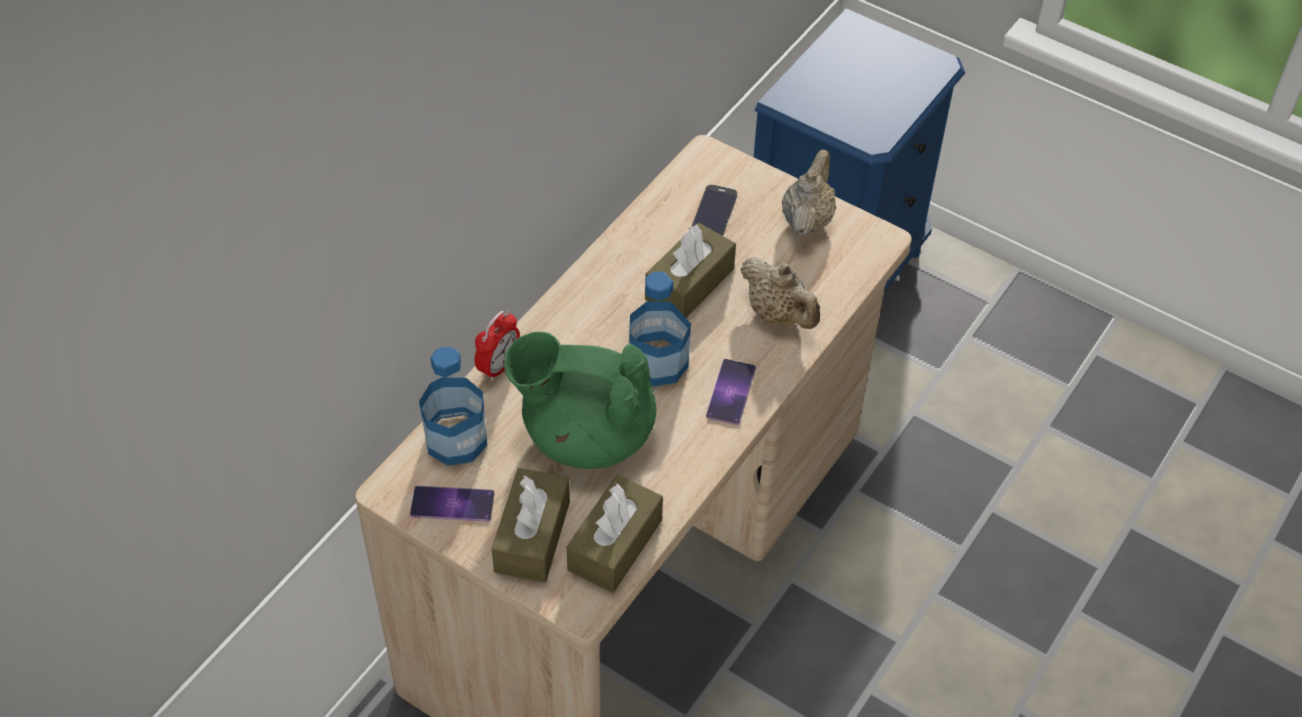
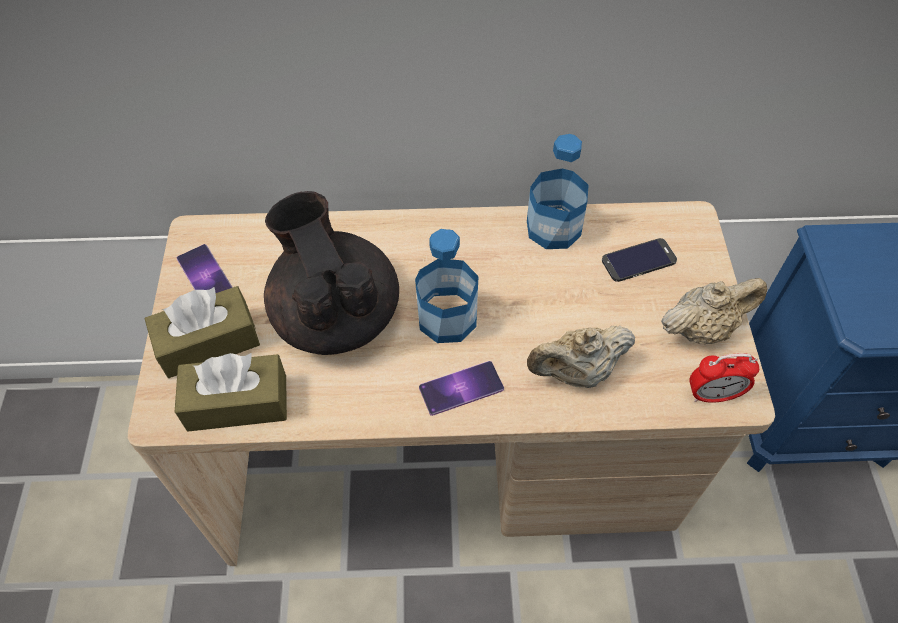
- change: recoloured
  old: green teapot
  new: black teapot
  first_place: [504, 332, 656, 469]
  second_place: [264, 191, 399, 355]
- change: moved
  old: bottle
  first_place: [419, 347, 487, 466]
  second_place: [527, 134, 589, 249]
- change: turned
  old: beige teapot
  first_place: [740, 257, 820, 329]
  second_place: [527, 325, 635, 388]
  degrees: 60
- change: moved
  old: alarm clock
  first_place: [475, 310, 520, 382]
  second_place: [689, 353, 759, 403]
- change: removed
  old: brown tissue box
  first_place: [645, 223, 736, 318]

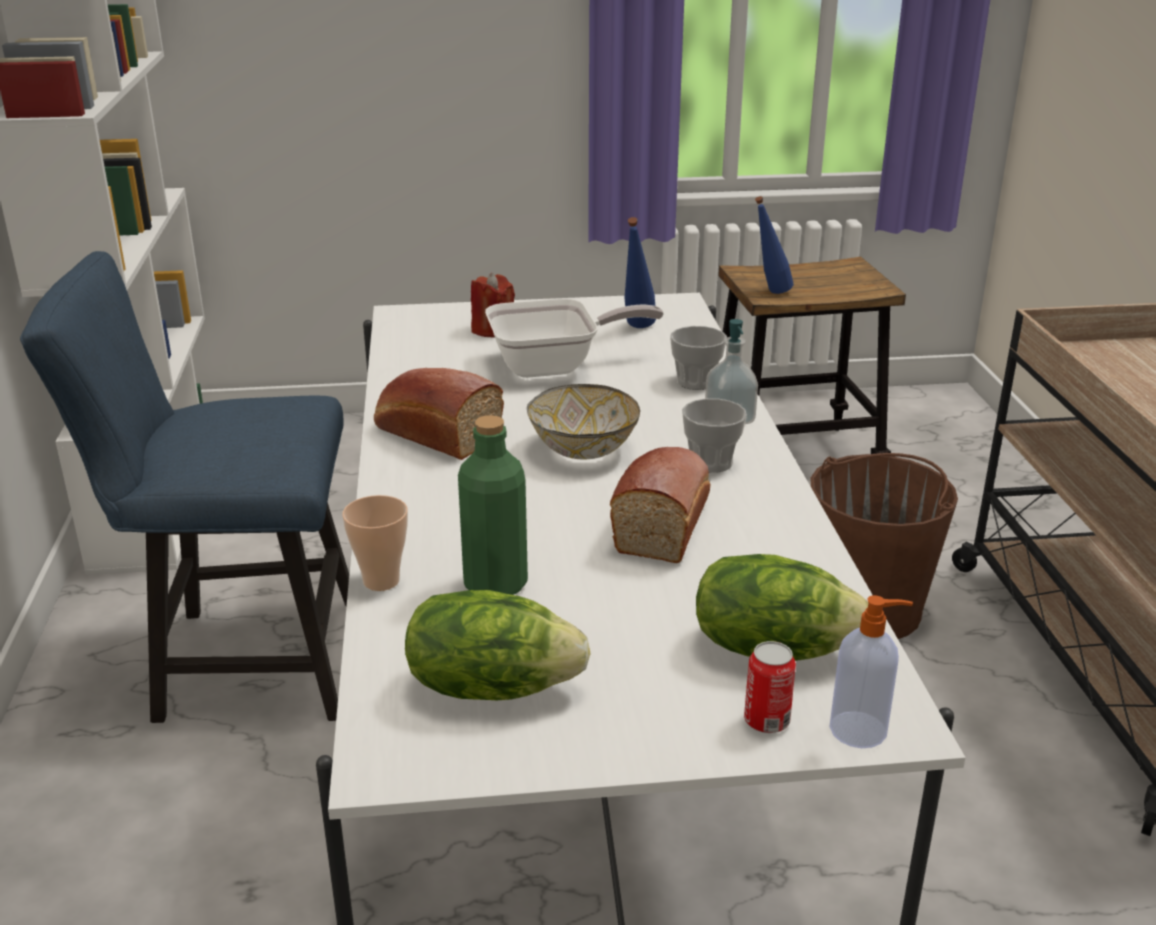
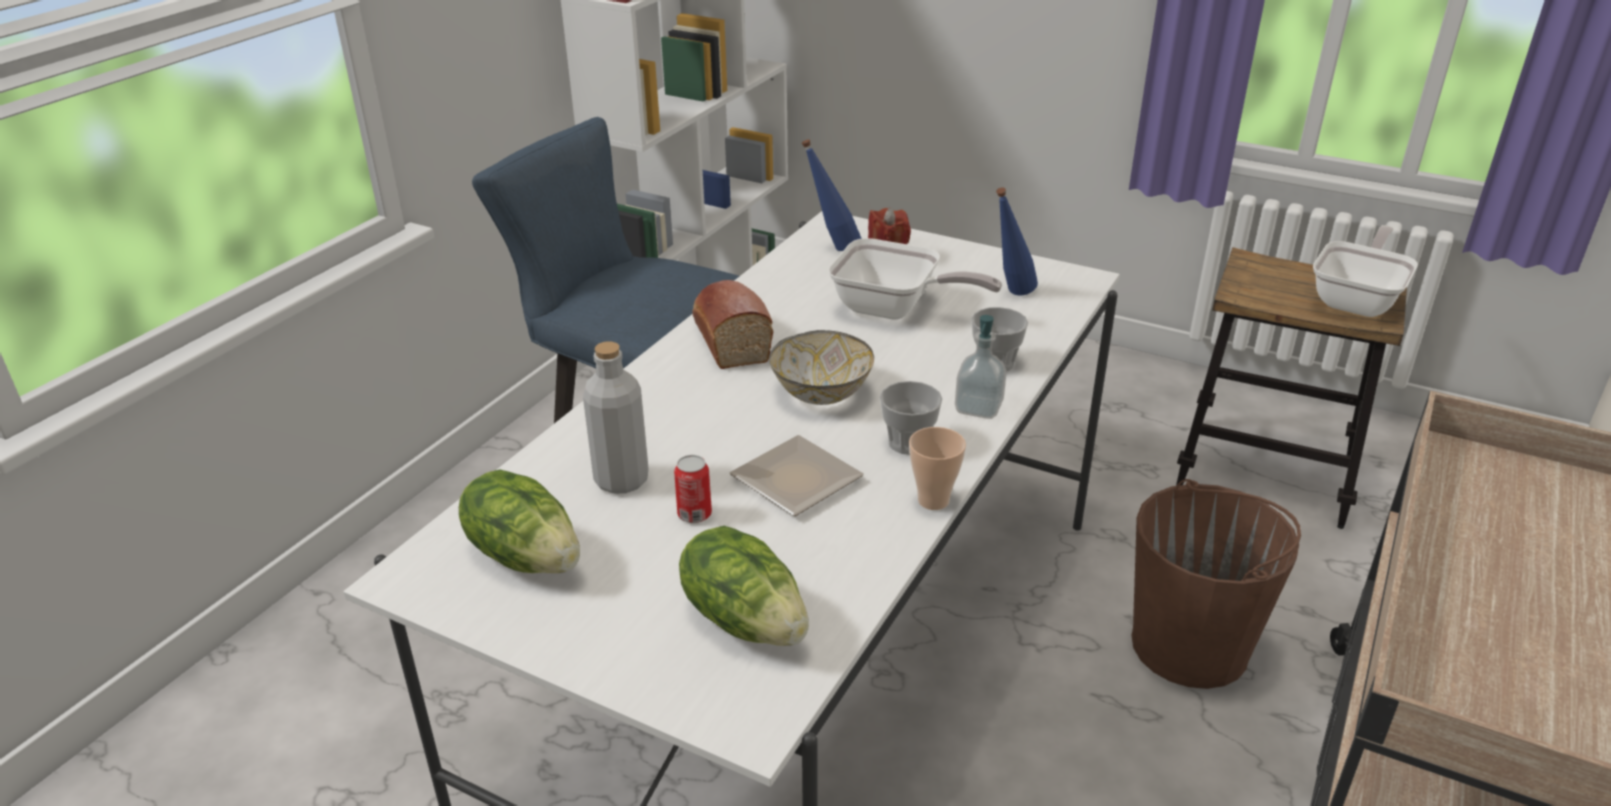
- change: recoloured
  old: green bottle
  new: grey bottle
  first_place: [458, 415, 528, 595]
  second_place: [583, 341, 649, 494]
- change: moved
  old: can
  first_place: [744, 641, 796, 733]
  second_place: [674, 455, 712, 523]
- change: replaced
  old: bread
  new: plate
  first_place: [610, 447, 710, 563]
  second_place: [730, 435, 864, 516]
- change: moved
  old: blue bottle
  first_place: [755, 196, 793, 294]
  second_place: [802, 139, 862, 251]
- change: moved
  old: cup
  first_place: [342, 495, 408, 591]
  second_place: [909, 427, 966, 510]
- change: added
  new: frying pan
  second_place: [1313, 225, 1418, 317]
- change: removed
  old: soap dispenser
  first_place: [829, 595, 913, 748]

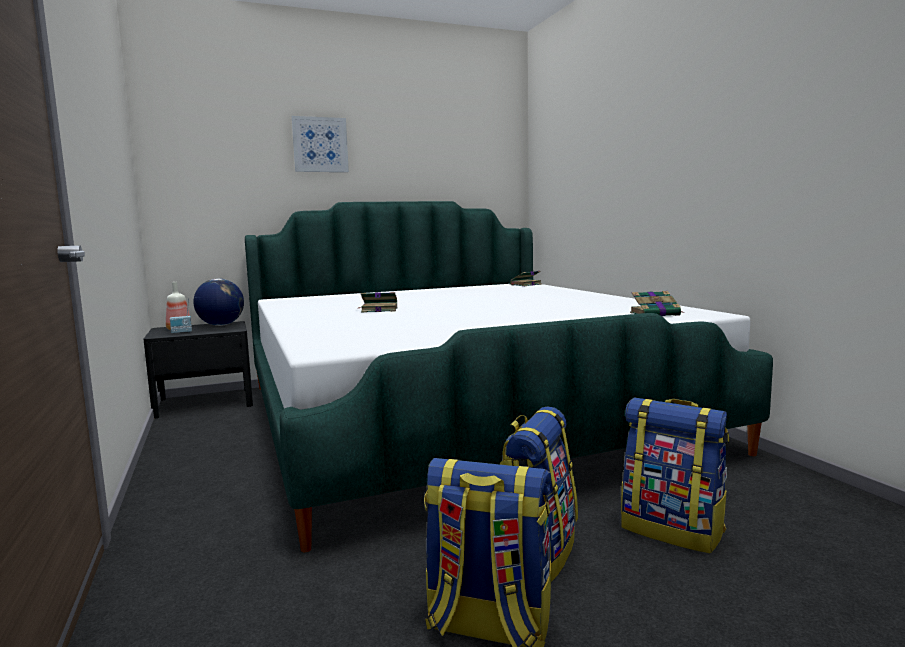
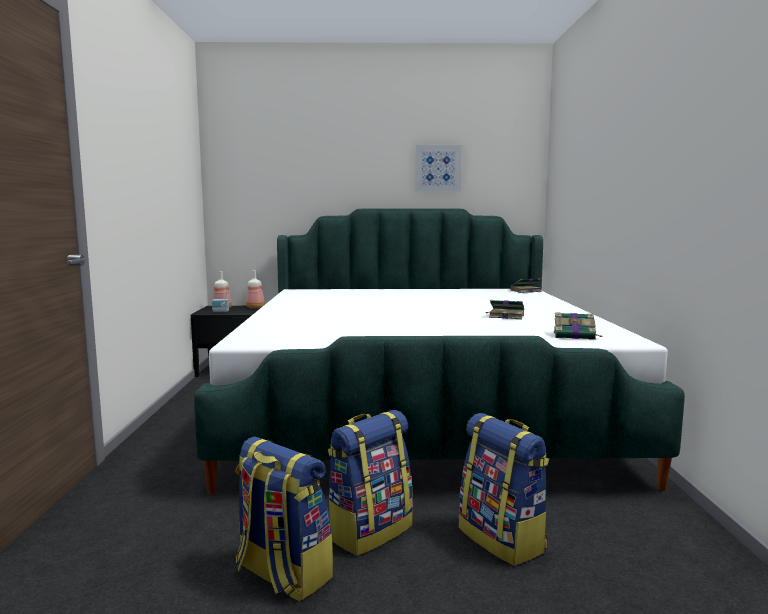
- change: replaced
  old: globe
  new: bottle
  first_place: [193, 278, 244, 326]
  second_place: [246, 270, 265, 309]
- change: moved
  old: picture
  first_place: [292, 116, 349, 172]
  second_place: [415, 145, 462, 192]
- change: moved
  old: book
  first_place: [358, 292, 398, 312]
  second_place: [487, 300, 524, 320]

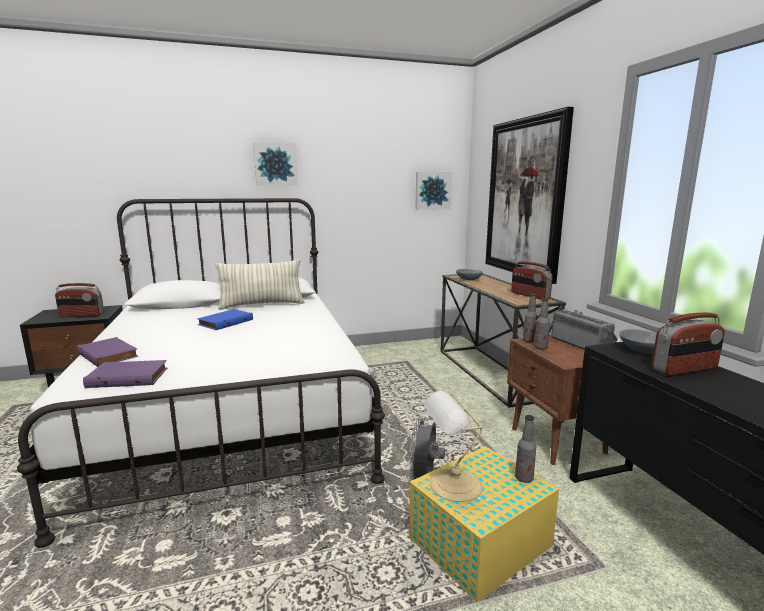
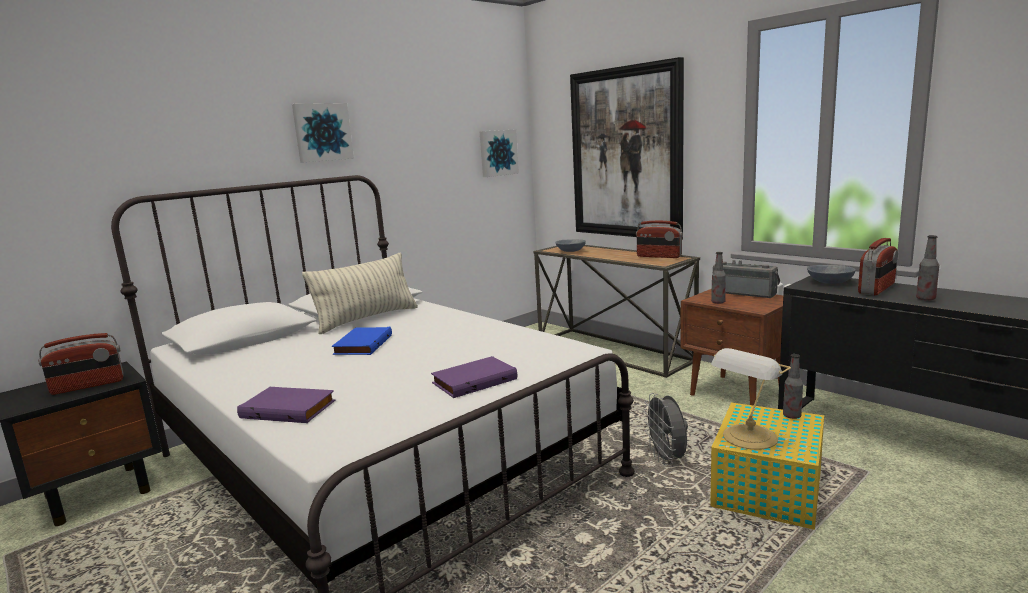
- change: moved
  old: purple book
  first_place: [83, 360, 167, 388]
  second_place: [431, 356, 517, 398]
- change: moved
  old: bottle
  first_place: [523, 294, 538, 342]
  second_place: [916, 235, 939, 301]

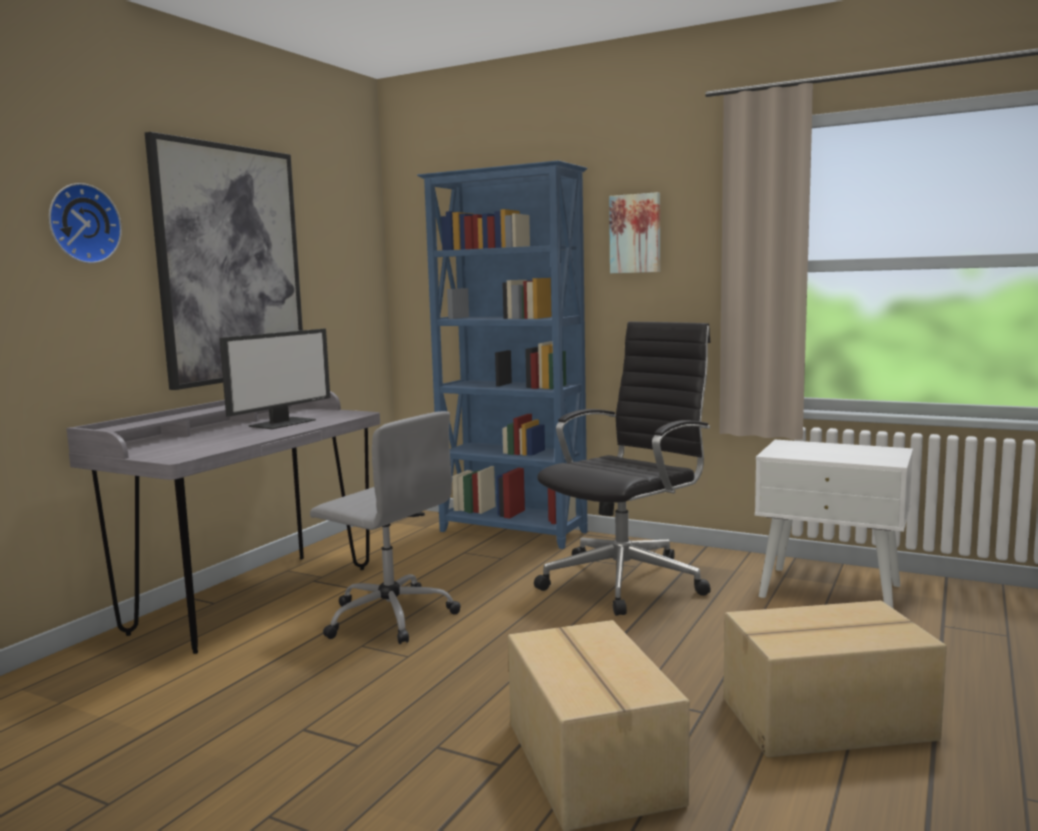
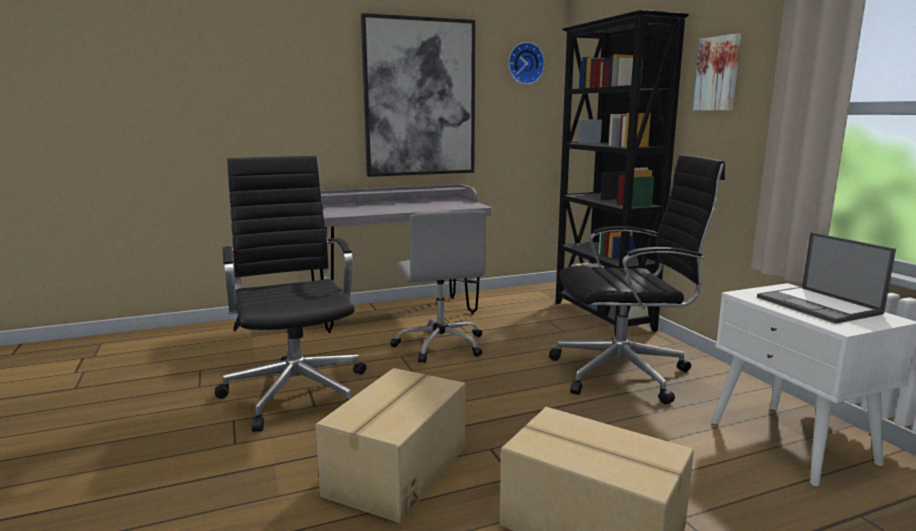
- change: added
  new: black office chair
  second_place: [215, 156, 367, 432]
- change: moved
  old: wall clock
  first_place: [49, 183, 122, 264]
  second_place: [508, 42, 545, 85]
- change: recoloured
  old: blue bookcase
  new: black bookcase
  first_place: [417, 160, 588, 549]
  second_place: [556, 10, 689, 337]
- change: added
  new: laptop
  second_place: [757, 232, 896, 324]
- change: removed
  old: monitor
  first_place: [219, 329, 330, 429]

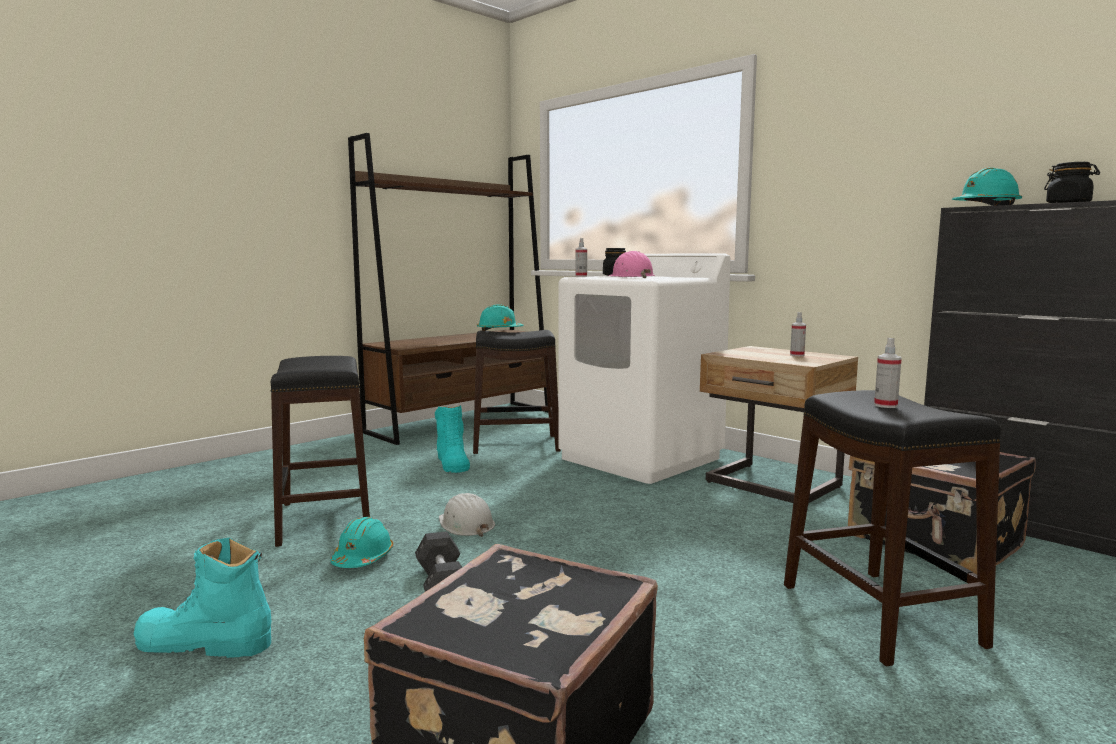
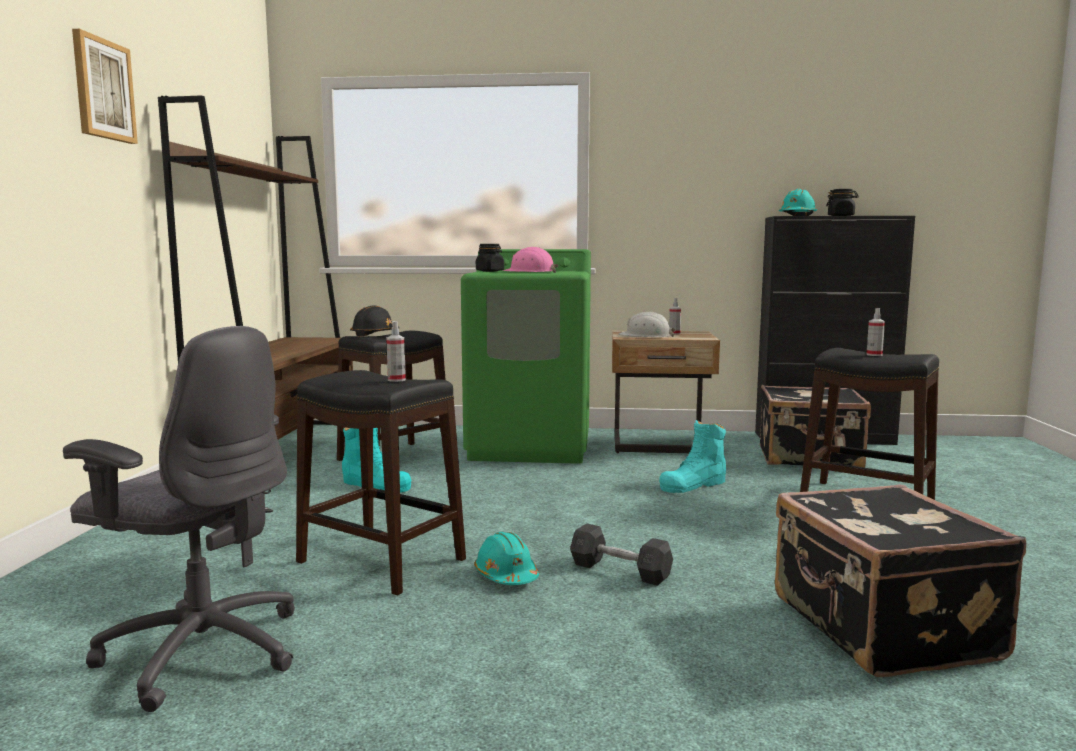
- change: added
  new: grey office chair
  second_place: [63, 326, 295, 712]
- change: added
  new: picture
  second_place: [72, 29, 138, 144]
- change: recoloured
  old: turquoise hard hat
  new: black hard hat
  first_place: [477, 304, 524, 331]
  second_place: [350, 305, 399, 336]
- change: moved
  old: spray bottle
  first_place: [575, 238, 587, 277]
  second_place: [386, 321, 406, 382]
- change: recoloured
  old: white washing machine
  new: green washing machine
  first_place: [558, 253, 731, 484]
  second_place: [461, 249, 591, 464]
- change: moved
  old: white hard hat
  first_place: [439, 493, 495, 537]
  second_place: [618, 312, 675, 337]
- change: moved
  old: turquoise boot
  first_place: [134, 538, 271, 658]
  second_place: [659, 420, 726, 493]

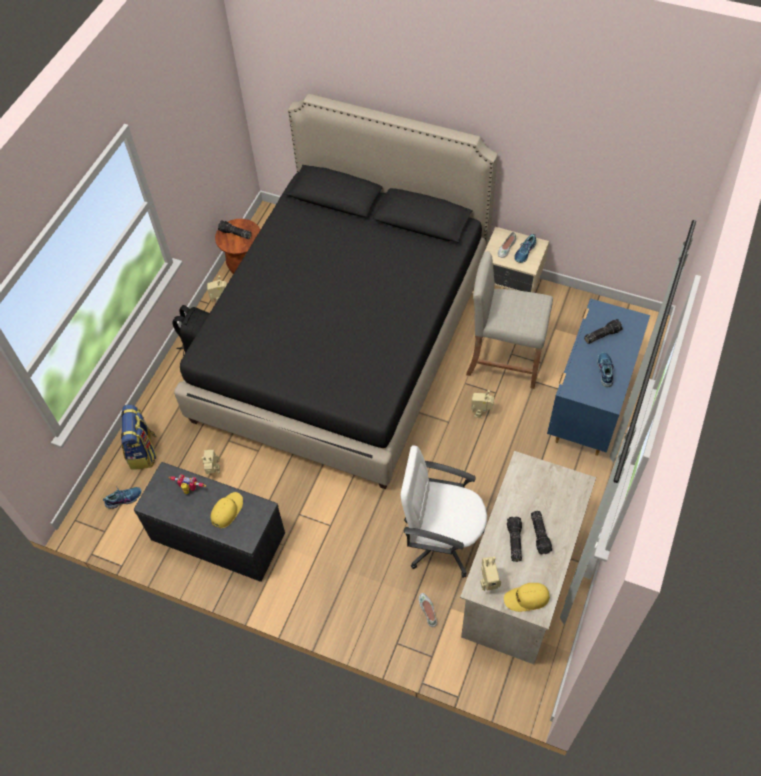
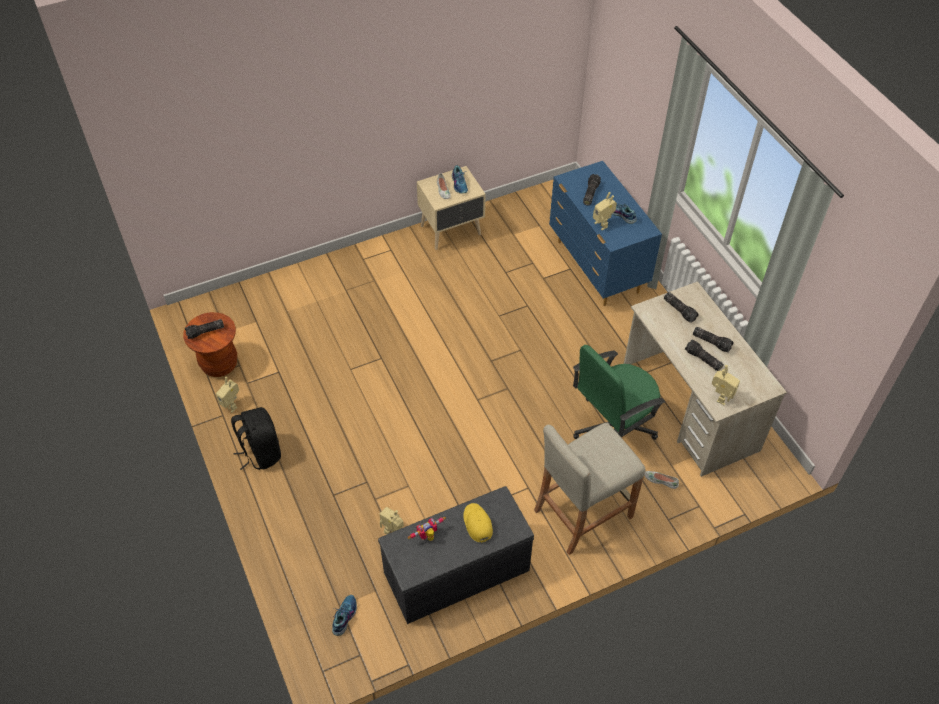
- change: moved
  old: beige stool
  first_place: [466, 251, 553, 389]
  second_place: [534, 423, 646, 555]
- change: recoloured
  old: white office chair
  new: green office chair
  first_place: [401, 445, 487, 578]
  second_place: [573, 345, 665, 440]
- change: moved
  old: toy robot
  first_place: [471, 390, 494, 418]
  second_place: [593, 192, 617, 230]
- change: added
  new: flashlight
  second_place: [664, 292, 698, 323]
- change: removed
  old: backpack
  first_place: [121, 404, 157, 470]
- change: removed
  old: black bed
  first_place: [174, 94, 498, 489]
- change: removed
  old: yellow cap
  first_place: [504, 583, 550, 612]

